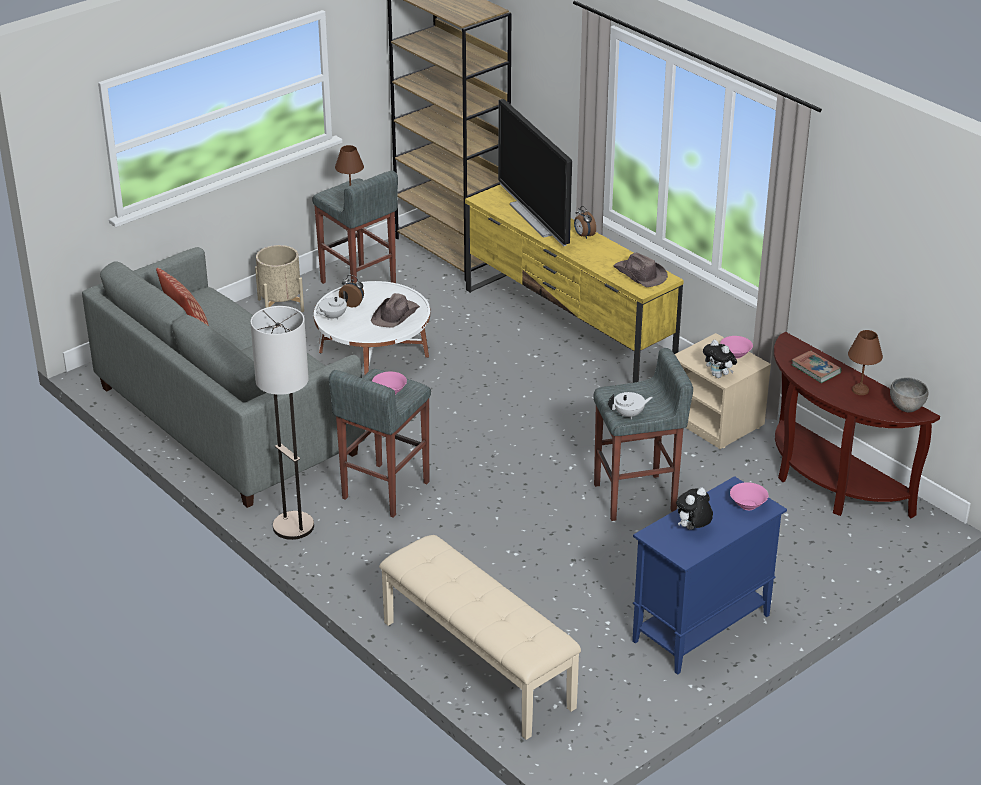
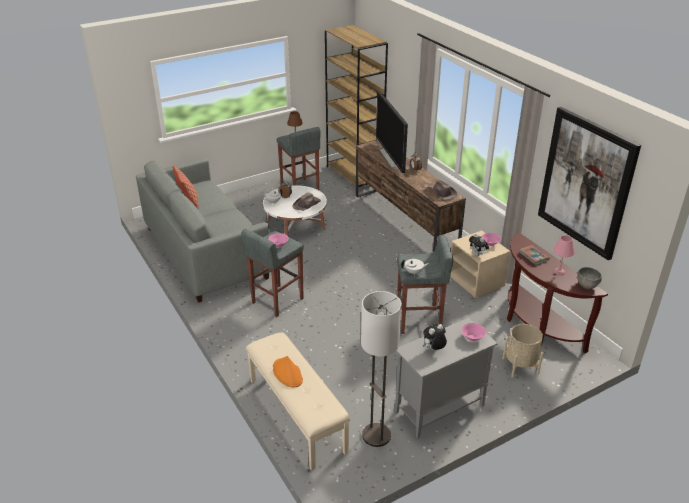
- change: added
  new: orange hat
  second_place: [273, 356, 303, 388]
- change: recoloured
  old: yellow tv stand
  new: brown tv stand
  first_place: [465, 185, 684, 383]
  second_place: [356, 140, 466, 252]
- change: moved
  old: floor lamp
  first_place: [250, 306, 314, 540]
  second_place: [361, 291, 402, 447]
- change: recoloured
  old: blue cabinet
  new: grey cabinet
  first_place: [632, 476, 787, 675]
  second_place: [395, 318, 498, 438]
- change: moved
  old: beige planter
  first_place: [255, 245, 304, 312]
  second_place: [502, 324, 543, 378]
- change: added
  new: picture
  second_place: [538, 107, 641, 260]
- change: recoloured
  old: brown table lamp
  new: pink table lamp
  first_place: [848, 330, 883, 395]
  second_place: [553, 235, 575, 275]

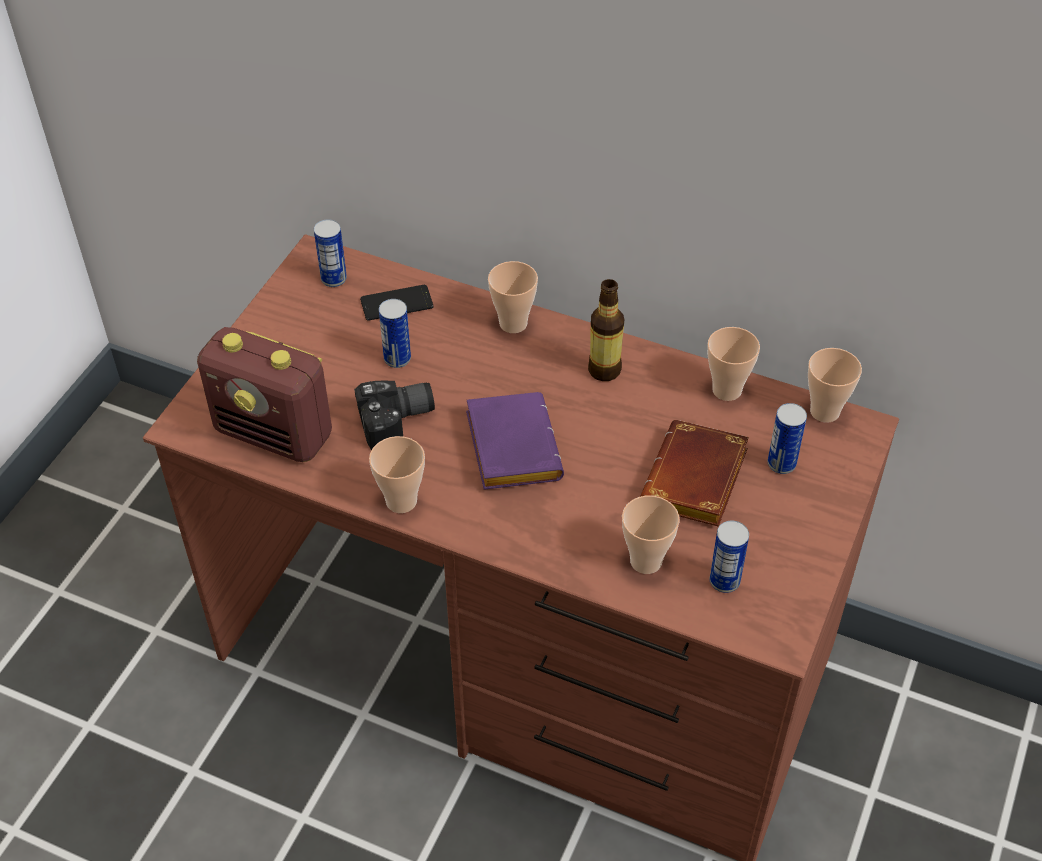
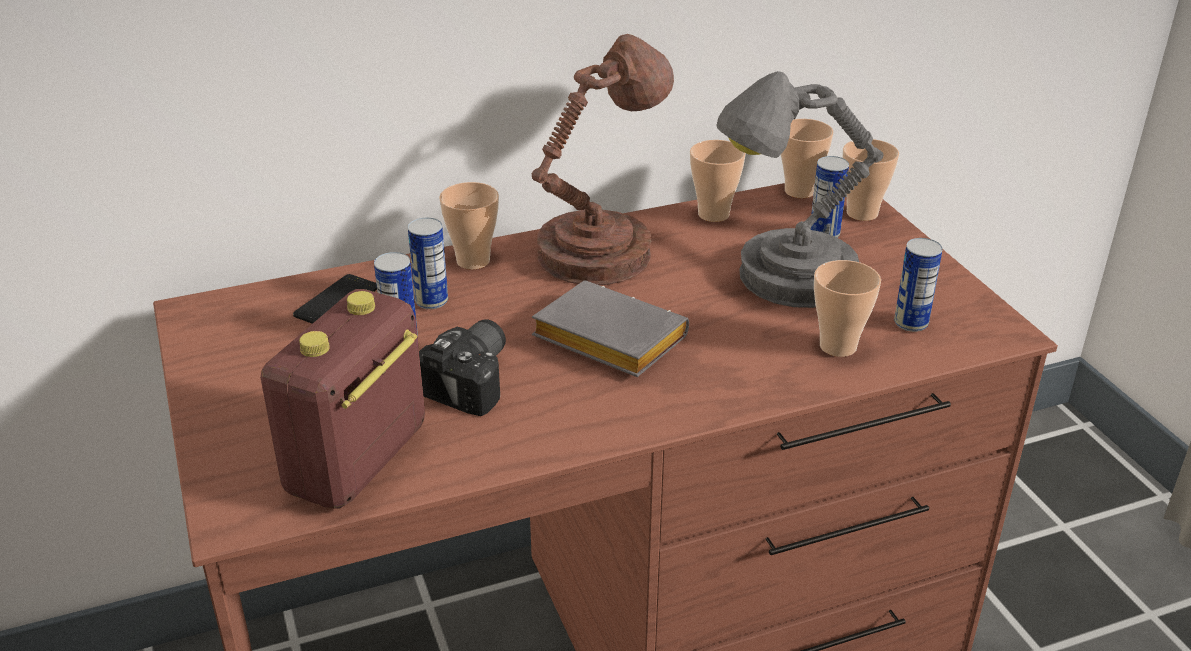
- change: turned
  old: radio
  first_place: [197, 327, 332, 462]
  second_place: [261, 289, 425, 509]
  degrees: 135
- change: moved
  old: can
  first_place: [314, 219, 347, 287]
  second_place: [408, 218, 448, 309]
- change: replaced
  old: bottle
  new: brown table lamp
  first_place: [588, 279, 624, 381]
  second_place: [531, 34, 674, 285]
- change: recoloured
  old: purple book
  new: grey book
  first_place: [466, 392, 564, 490]
  second_place: [532, 280, 689, 377]
- change: replaced
  old: brown book
  new: grey table lamp
  first_place: [640, 420, 749, 527]
  second_place: [716, 71, 883, 308]
- change: moved
  old: cup
  first_place: [369, 436, 425, 513]
  second_place: [842, 139, 899, 221]

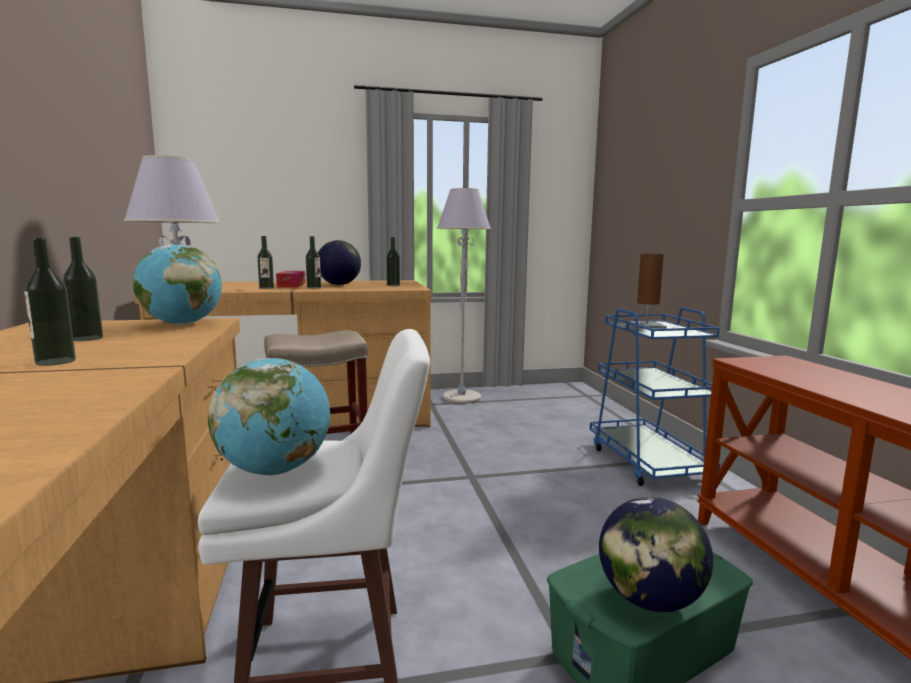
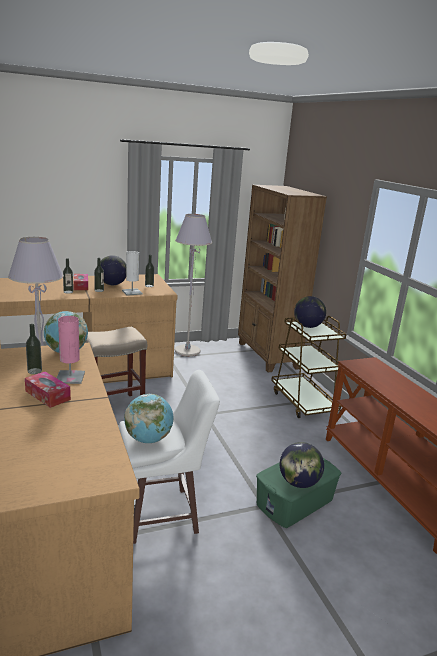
- change: replaced
  old: bottle
  new: tissue box
  first_place: [24, 238, 76, 366]
  second_place: [25, 371, 71, 408]
- change: added
  new: pink table lamp
  second_place: [57, 316, 85, 384]
- change: added
  new: white table lamp
  second_place: [122, 251, 143, 296]
- change: added
  new: brown bookcase
  second_place: [238, 185, 327, 372]
- change: recoloured
  old: blue cart
  new: brown cart
  first_place: [589, 307, 721, 486]
  second_place: [271, 316, 346, 418]
- change: replaced
  old: brown table lamp
  new: globe
  first_place: [629, 253, 667, 329]
  second_place: [294, 296, 326, 328]

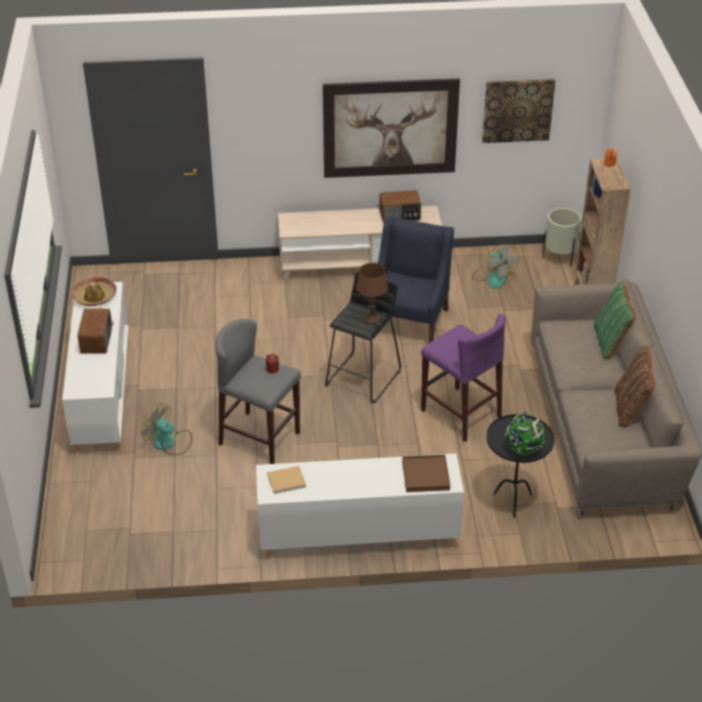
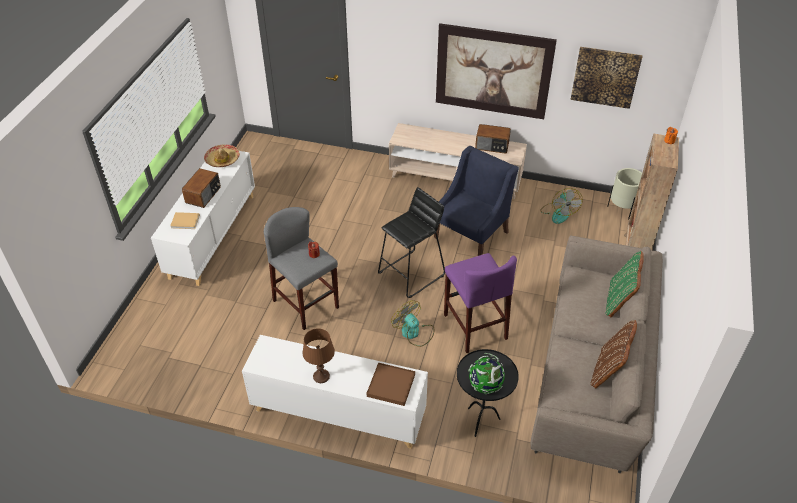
- change: moved
  old: beige book
  first_place: [267, 466, 306, 494]
  second_place: [170, 212, 200, 229]
- change: moved
  old: brown table lamp
  first_place: [356, 263, 388, 324]
  second_place: [303, 328, 335, 383]
- change: moved
  old: fan
  first_place: [141, 403, 192, 455]
  second_place: [391, 300, 435, 347]

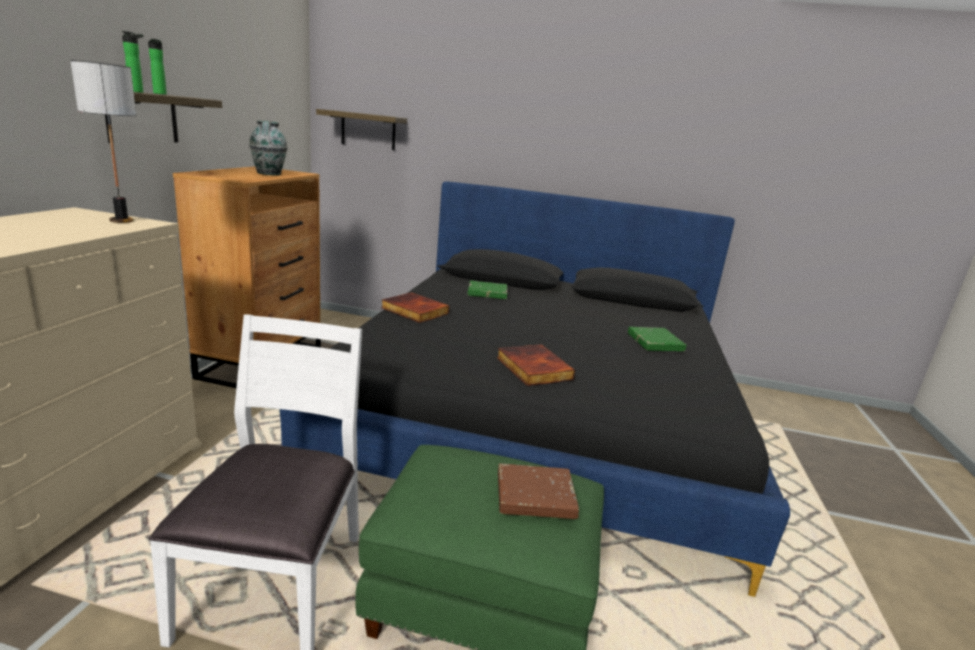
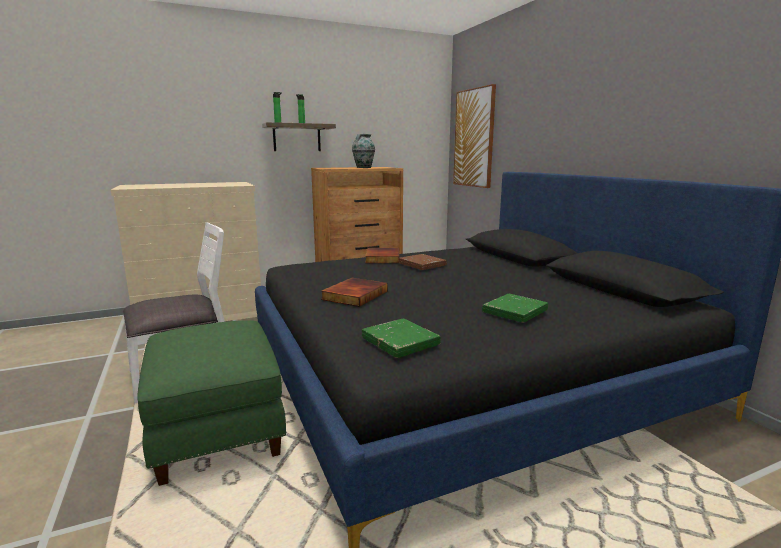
- change: moved
  old: green book
  first_place: [468, 281, 507, 299]
  second_place: [362, 318, 441, 358]
- change: moved
  old: brown book
  first_place: [498, 463, 579, 519]
  second_place: [399, 254, 447, 270]
- change: replaced
  old: shelf
  new: picture
  first_place: [316, 109, 407, 150]
  second_place: [453, 84, 496, 188]
- change: removed
  old: table lamp
  first_place: [70, 60, 136, 223]

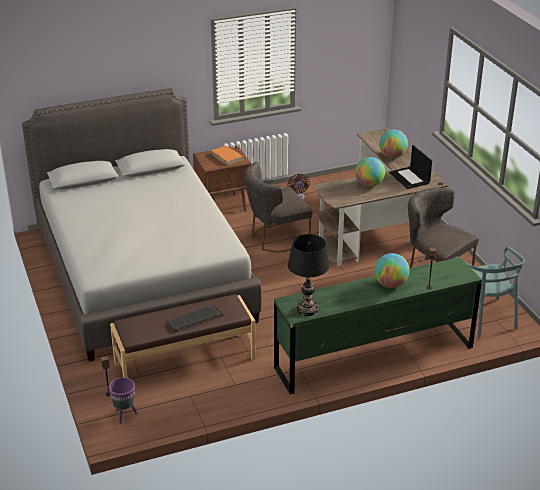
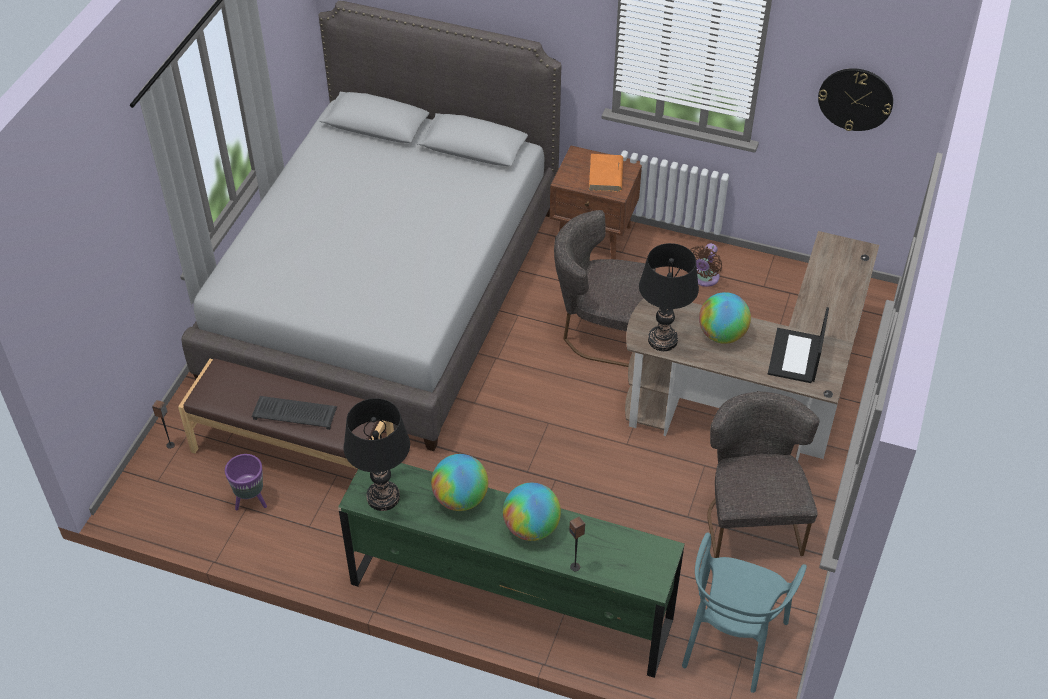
- change: moved
  old: purple planter
  first_place: [109, 377, 137, 424]
  second_place: [225, 454, 267, 510]
- change: moved
  old: globe
  first_place: [379, 129, 408, 158]
  second_place: [431, 454, 488, 511]
- change: added
  new: black table lamp
  second_place: [639, 243, 699, 351]
- change: added
  new: wall clock
  second_place: [818, 68, 893, 131]

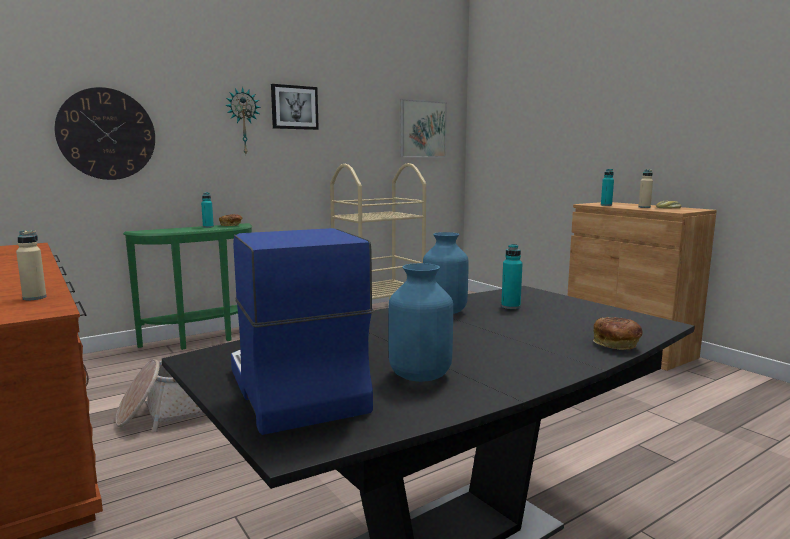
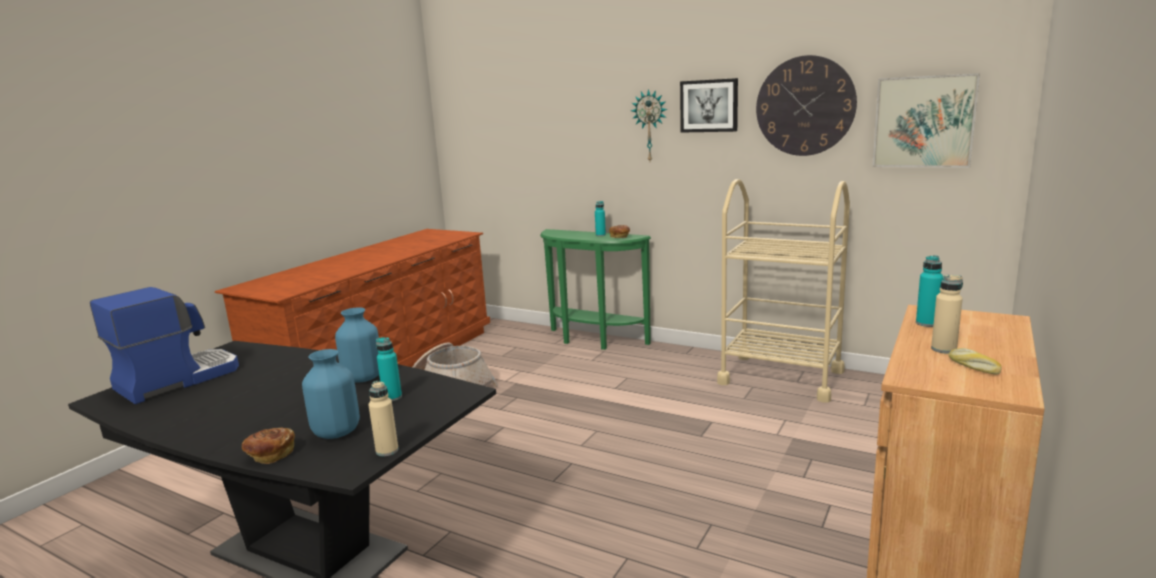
- change: moved
  old: blue vase
  first_place: [388, 263, 453, 382]
  second_place: [302, 349, 360, 439]
- change: moved
  old: beige bottle
  first_place: [16, 230, 47, 300]
  second_place: [369, 381, 399, 456]
- change: moved
  old: wall clock
  first_place: [55, 87, 155, 180]
  second_place: [756, 55, 857, 156]

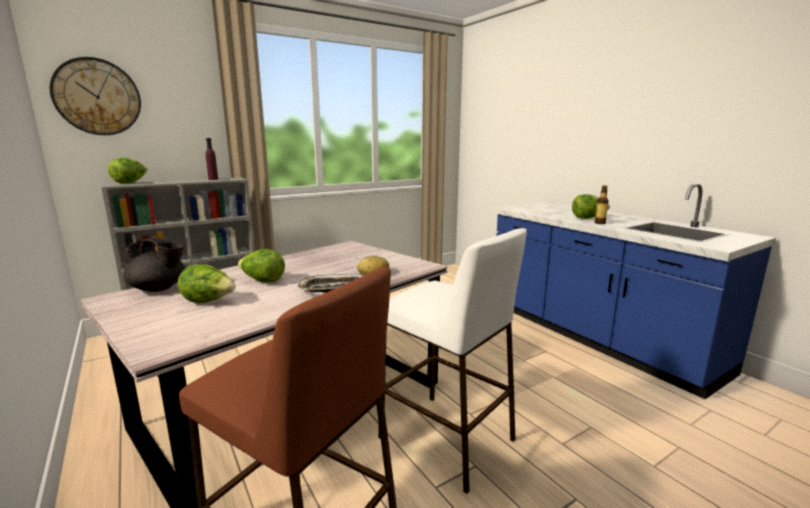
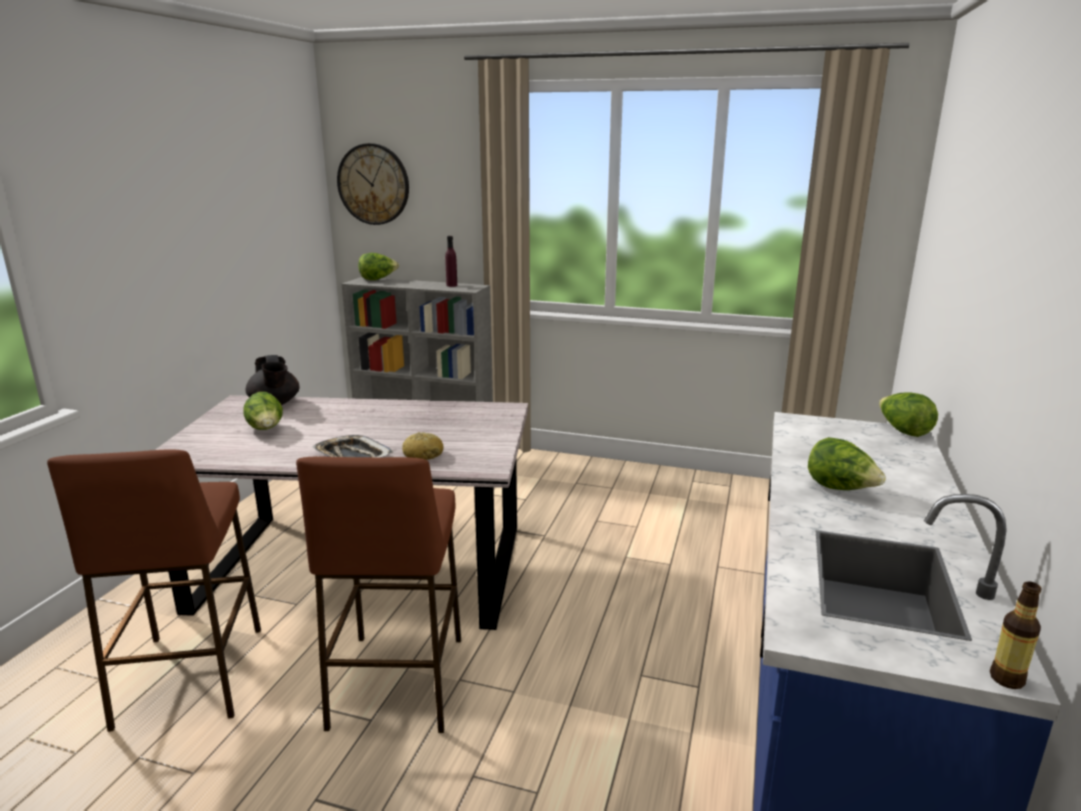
- change: recoloured
  old: white stool
  new: brown stool
  first_place: [378, 228, 527, 494]
  second_place: [296, 456, 461, 733]
- change: moved
  old: lettuce
  first_place: [238, 249, 285, 282]
  second_place: [879, 393, 938, 437]
- change: moved
  old: bottle
  first_place: [595, 186, 609, 224]
  second_place: [990, 582, 1041, 689]

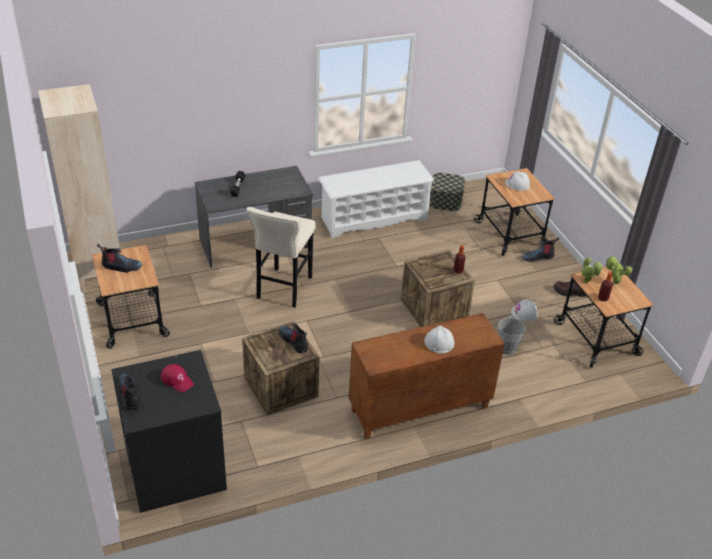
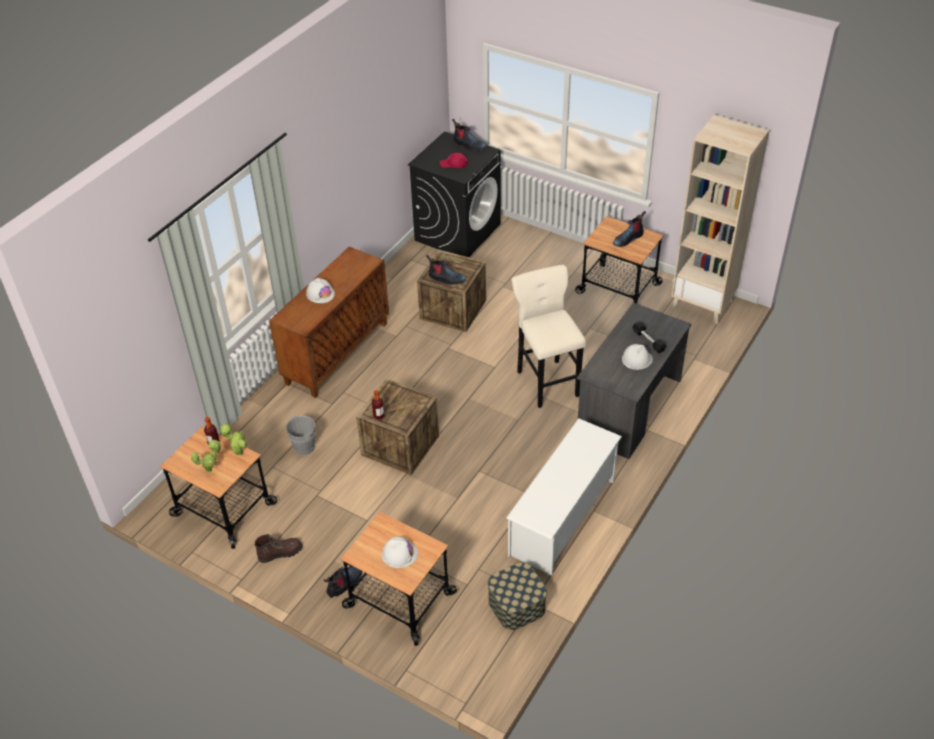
- change: moved
  old: white hard hat
  first_place: [511, 300, 538, 321]
  second_place: [622, 344, 653, 370]

